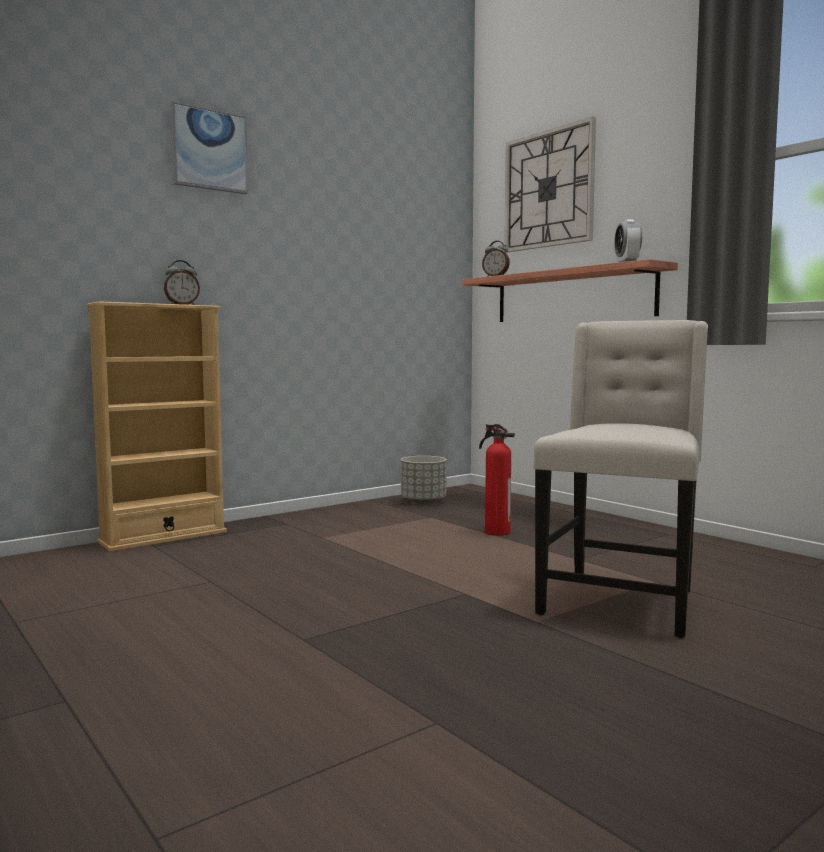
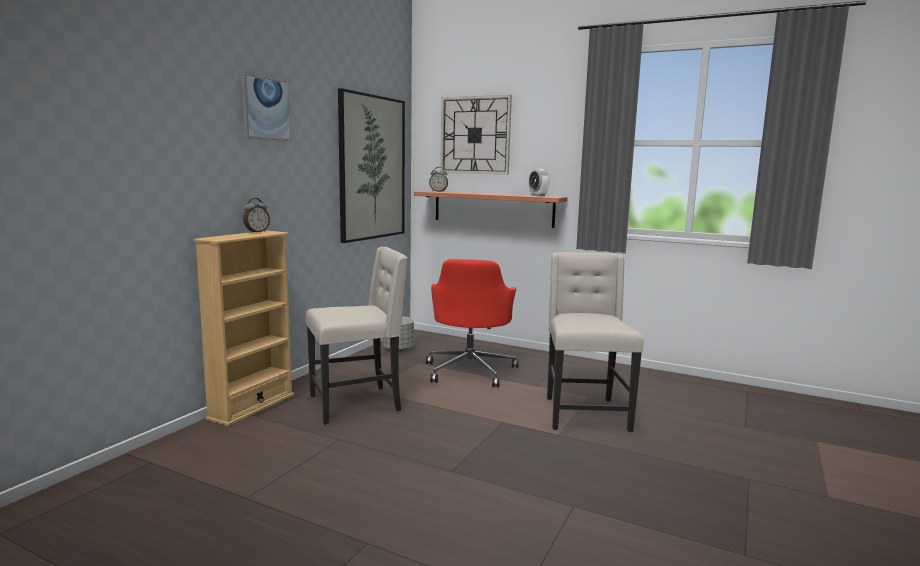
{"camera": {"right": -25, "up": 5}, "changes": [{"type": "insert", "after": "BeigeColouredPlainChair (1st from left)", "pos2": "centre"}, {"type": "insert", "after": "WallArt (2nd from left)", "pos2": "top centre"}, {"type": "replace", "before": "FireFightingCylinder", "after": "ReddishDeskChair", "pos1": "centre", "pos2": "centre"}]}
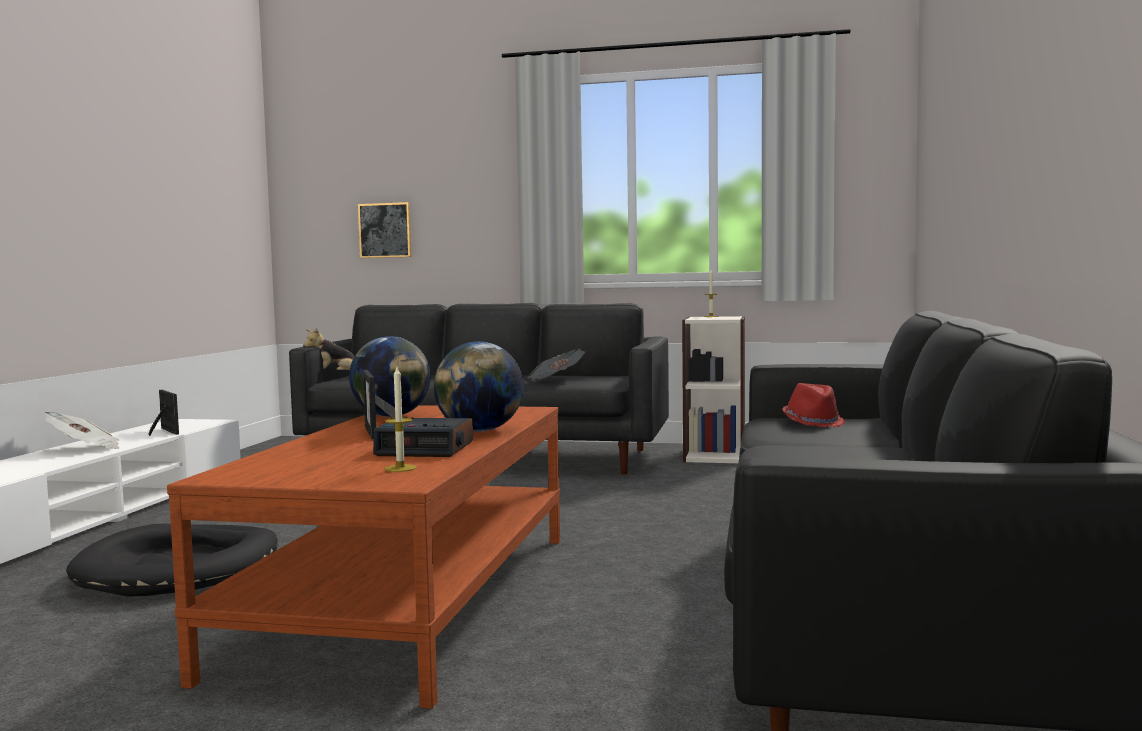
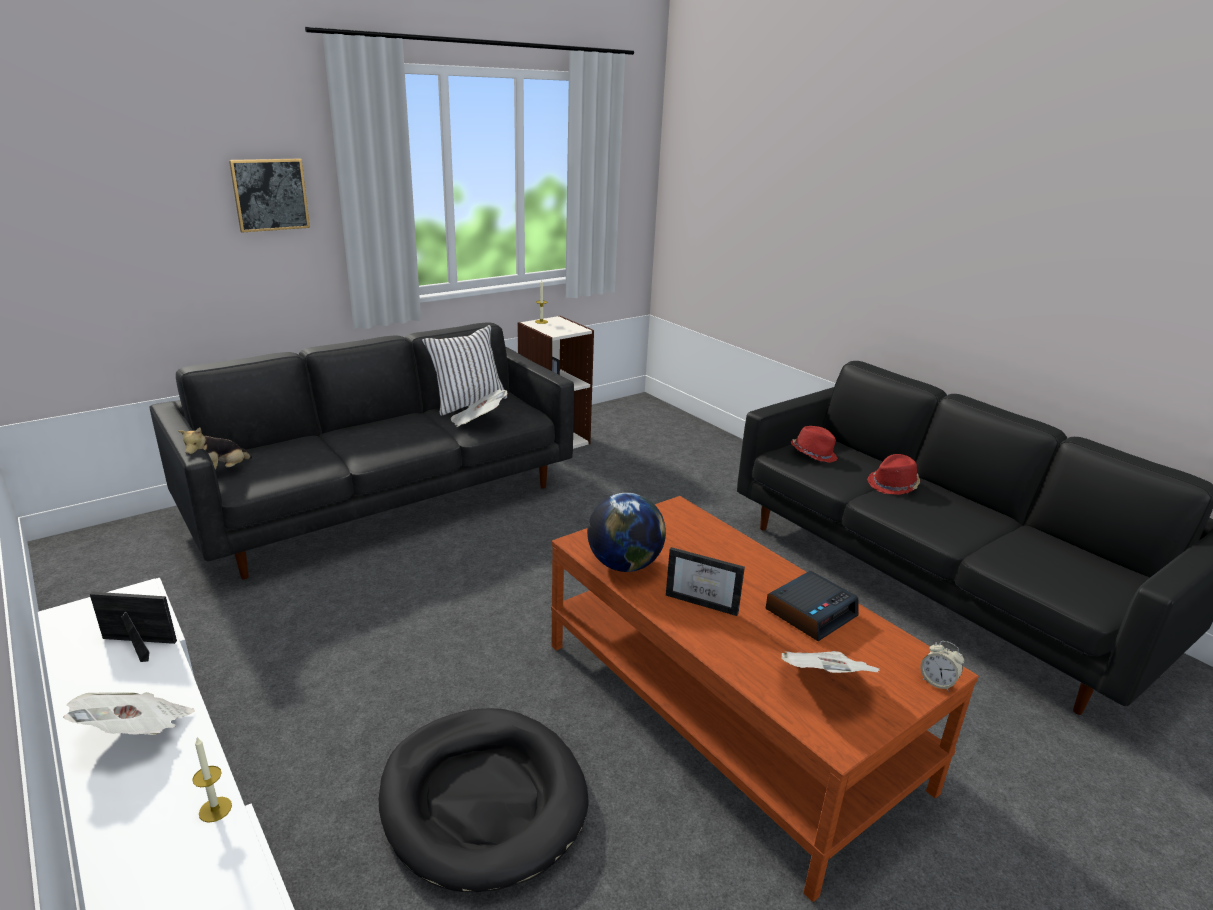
{"camera": {"right": -50, "up": 20}, "changes": [{"type": "move", "before": "WaxCandle (1st from left)", "pos1": "centre", "pos2": "bottom left"}, {"type": "move", "before": "WallArt", "pos1": "top centre", "pos2": "top left"}, {"type": "insert", "after": "WhiteColouredCushion", "pos2": "centre"}, {"type": "insert", "after": "DailyPaper (3rd from left)", "pos2": "bottom right"}, {"type": "insert", "after": "ReddishHat (2nd from left)", "pos2": "middle right"}, {"type": "insert", "after": "TableClock (2nd from left)", "pos2": "bottom right"}, {"type": "delete", "before": "WorldGlobe (2nd from left)", "pos1": "centre"}]}
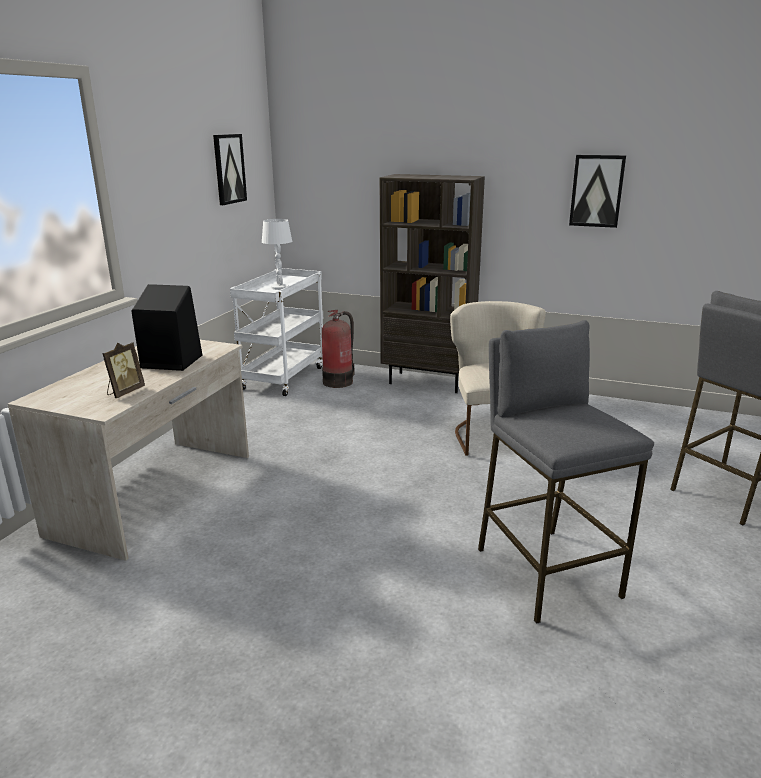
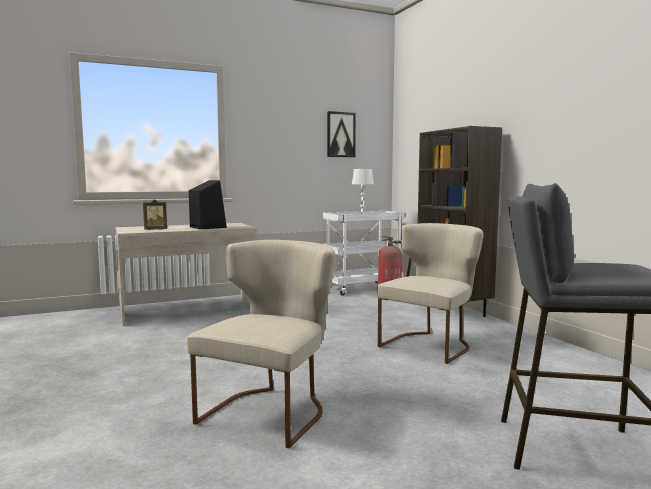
{"camera": {"right": 45, "up": -15}, "changes": [{"type": "replace", "before": "GraySittingStool (1st from left)", "after": "BeigeColouredPlainChair (1st from left)", "pos1": "middle right", "pos2": "bottom centre"}, {"type": "delete", "before": "WallArt (2nd from left)", "pos1": "top right"}]}
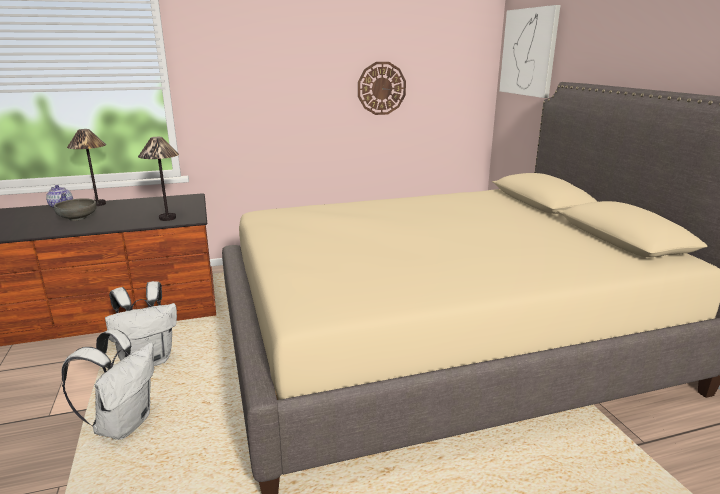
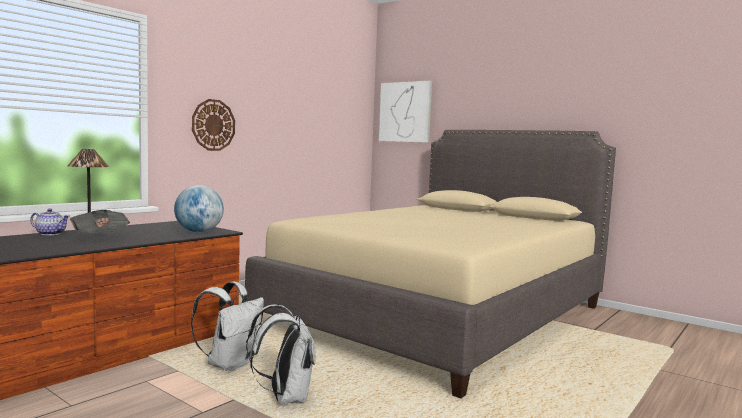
{"camera": {"right": -35, "up": -15}, "changes": [{"type": "replace", "before": "GrayBowl", "after": "DailyPaper", "pos1": "middle left", "pos2": "middle left"}, {"type": "replace", "before": "LampForATable (2nd from left)", "after": "WorldGlobe", "pos1": "middle left", "pos2": "middle left"}, {"type": "move", "before": "ClockOnTheWall", "pos1": "top centre", "pos2": "top left"}]}
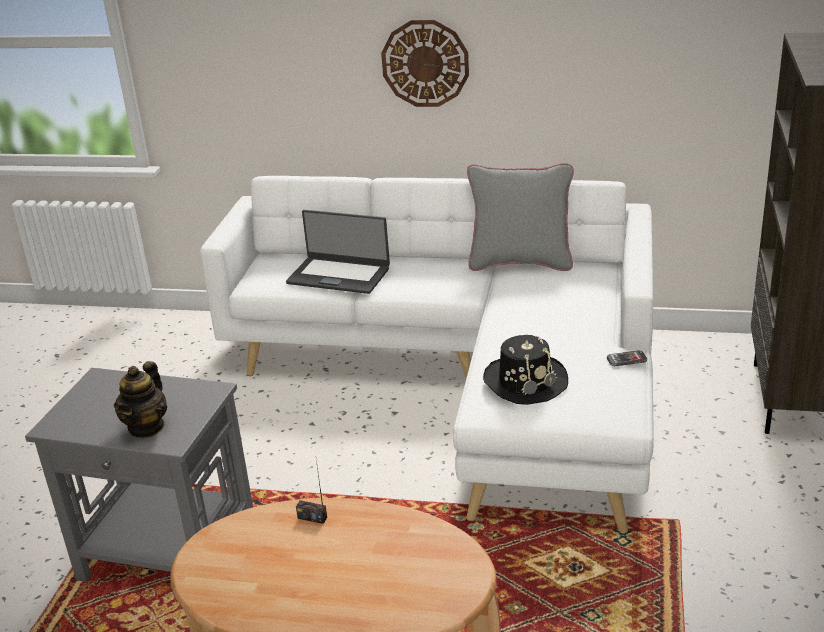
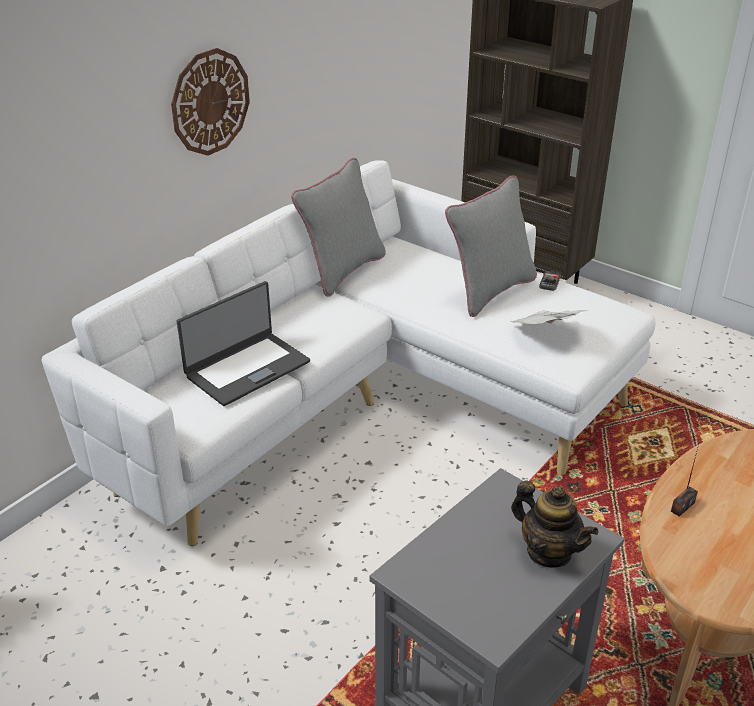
{"camera": {"right": -65, "up": 5}, "changes": [{"type": "insert", "after": "GrayCushion (2nd from left)", "pos2": "centre"}, {"type": "replace", "before": "BlackColouredHat", "after": "DailyPaper", "pos1": "centre", "pos2": "middle right"}]}
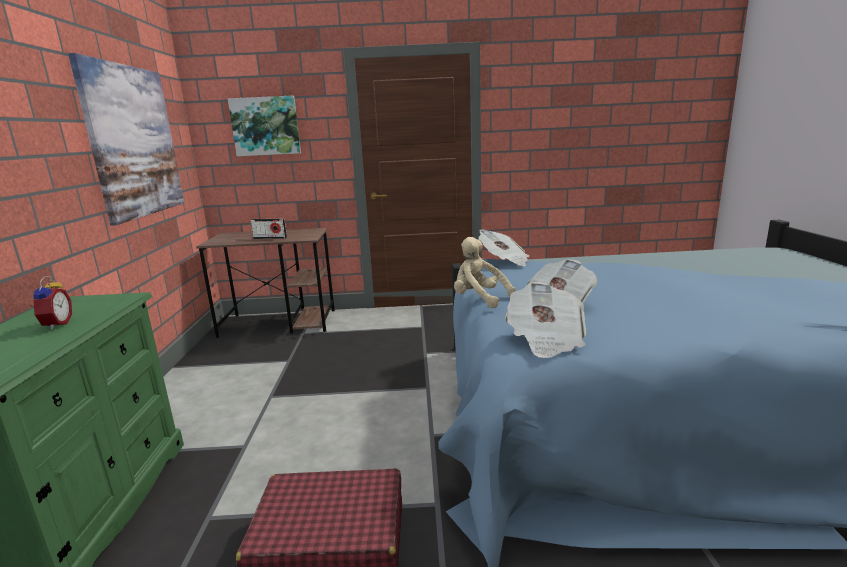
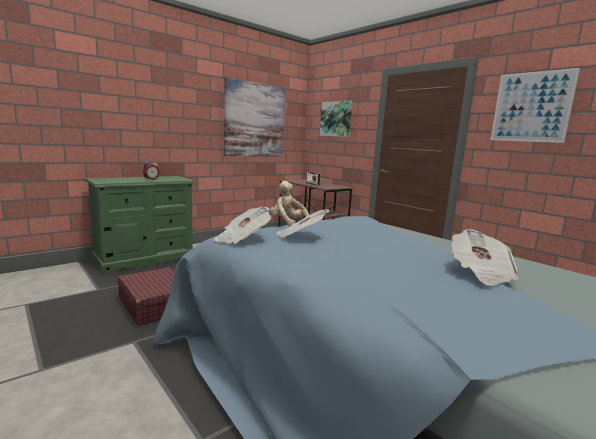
{"camera": {"right": 50, "up": -5}, "changes": [{"type": "rotate", "before": "BeigeColouredPlushToy", "pos1": "centre", "pos2": "centre", "turn": -45}, {"type": "move", "before": "DailyPaper (1st from left in the first image)", "after": "DailyPaper (3rd from left)", "pos1": "centre", "pos2": "middle right"}, {"type": "insert", "after": "WallArt (3rd from left)", "pos2": "top right"}]}
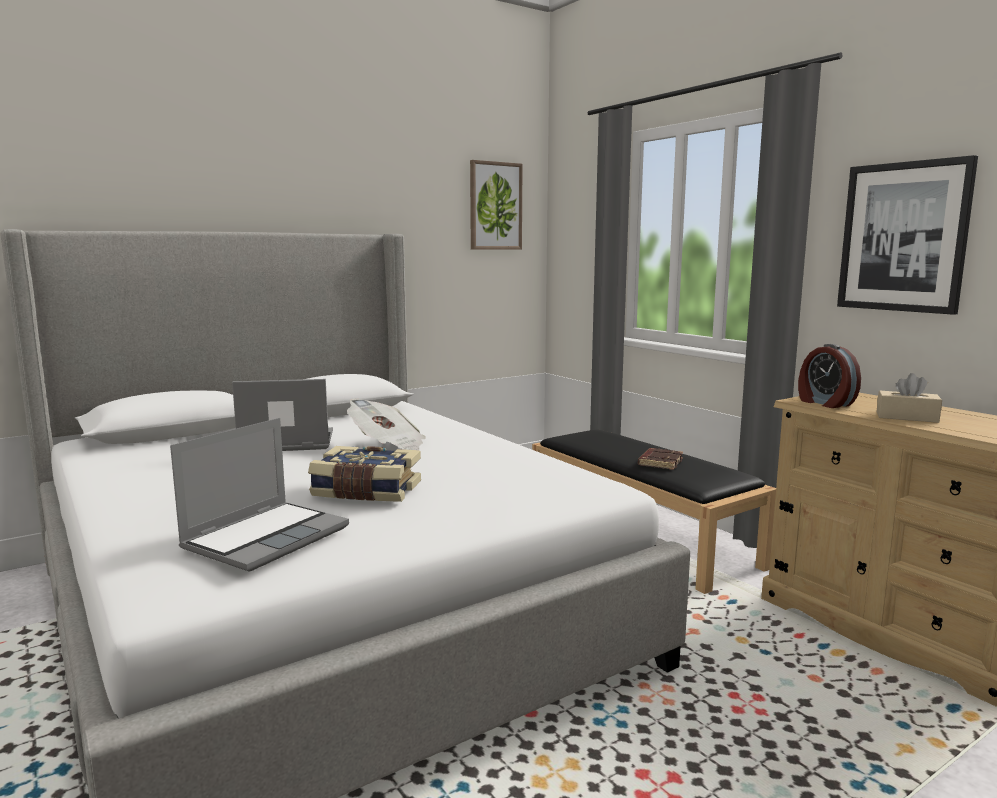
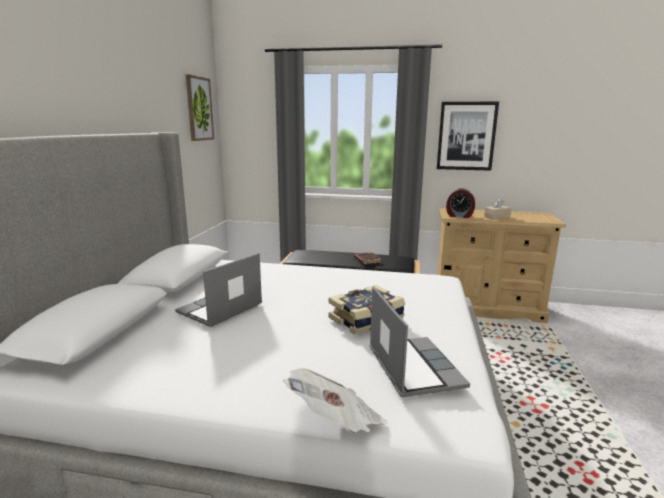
{"camera": {"right": -45, "up": 5}, "changes": [{"type": "move", "before": "DailyPaper", "pos1": "centre", "pos2": "bottom centre"}]}
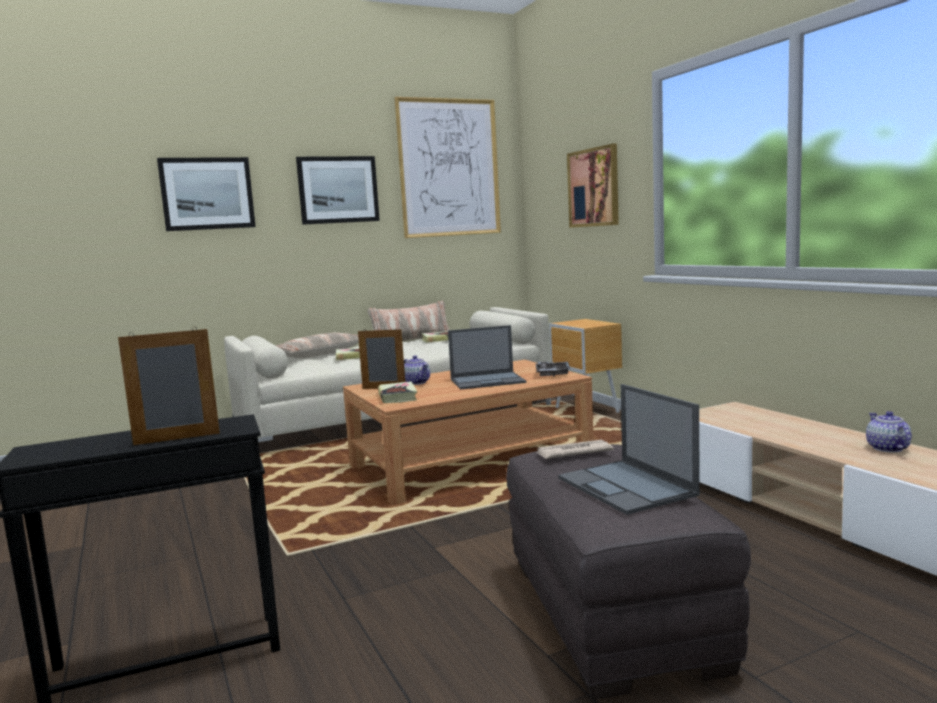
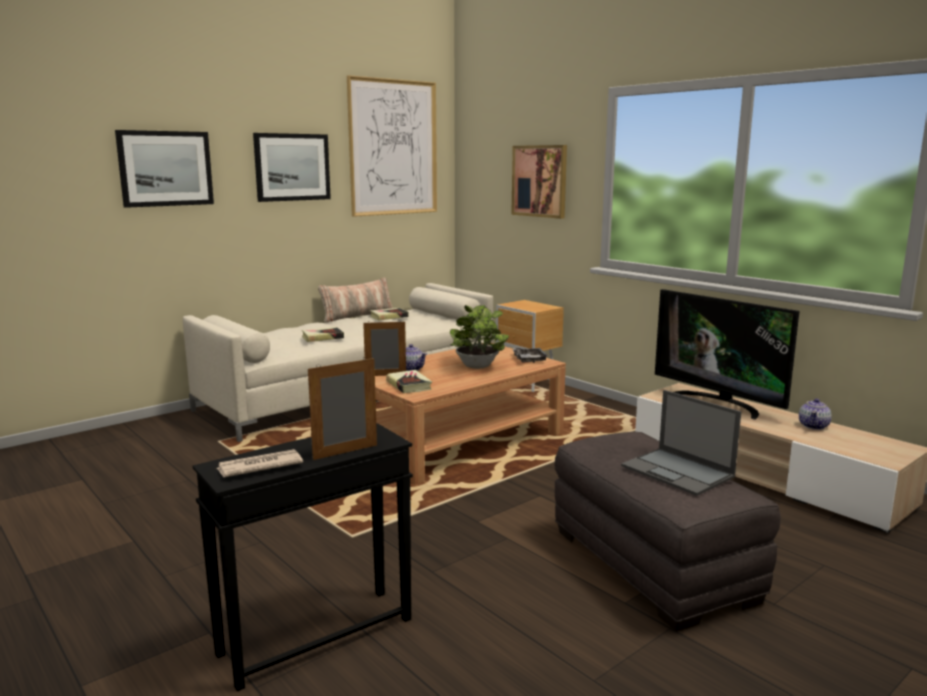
{"camera": {"right": -15, "up": 5}, "changes": [{"type": "move", "before": "DailyPaper", "pos1": "centre", "pos2": "middle left"}, {"type": "replace", "before": "PortableComputer (1st from left)", "after": "Houseplant", "pos1": "centre", "pos2": "centre"}, {"type": "insert", "after": "Television", "pos2": "middle right"}, {"type": "rotate", "before": "Teapot (2nd from left)", "pos1": "middle right", "pos2": "middle right", "turn": -135}, {"type": "delete", "before": "Cushion (1st from left)", "pos1": "centre"}]}
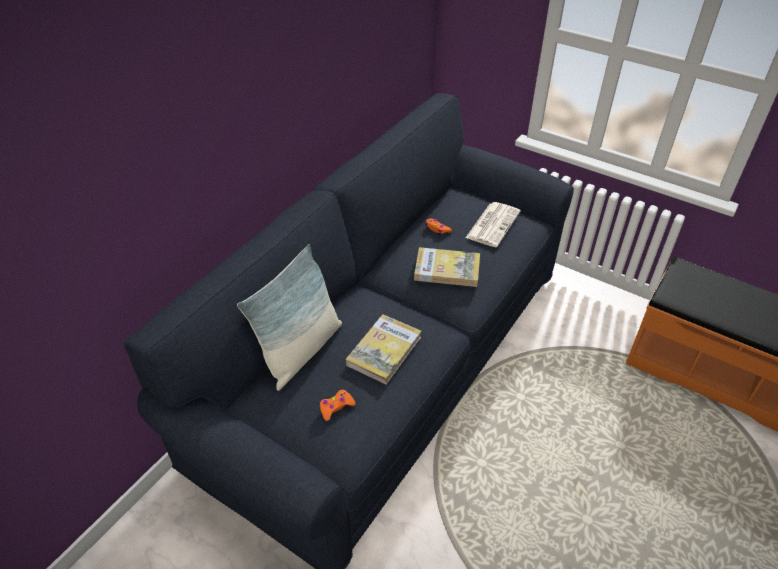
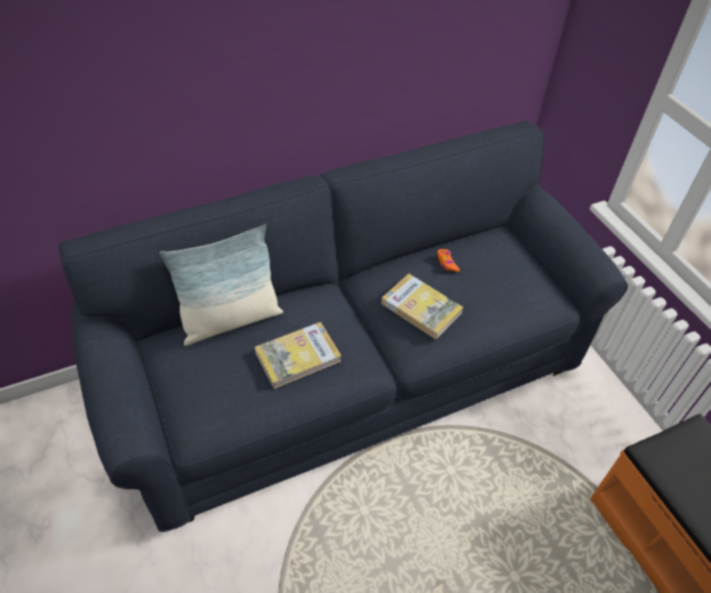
{"camera": {"right": 30, "up": 5}, "changes": [{"type": "delete", "before": "OrangeGamepad (1st from left)", "pos1": "bottom centre"}, {"type": "delete", "before": "DailyPaper", "pos1": "centre"}]}
